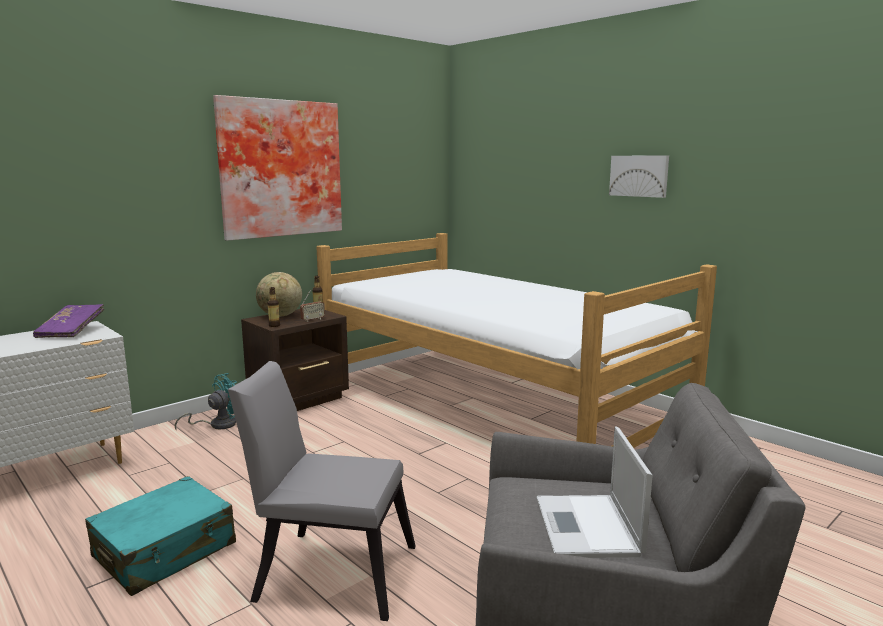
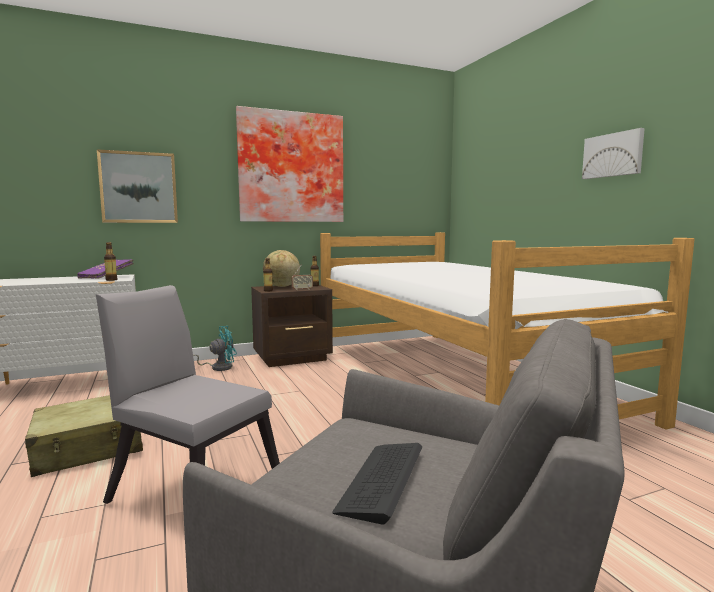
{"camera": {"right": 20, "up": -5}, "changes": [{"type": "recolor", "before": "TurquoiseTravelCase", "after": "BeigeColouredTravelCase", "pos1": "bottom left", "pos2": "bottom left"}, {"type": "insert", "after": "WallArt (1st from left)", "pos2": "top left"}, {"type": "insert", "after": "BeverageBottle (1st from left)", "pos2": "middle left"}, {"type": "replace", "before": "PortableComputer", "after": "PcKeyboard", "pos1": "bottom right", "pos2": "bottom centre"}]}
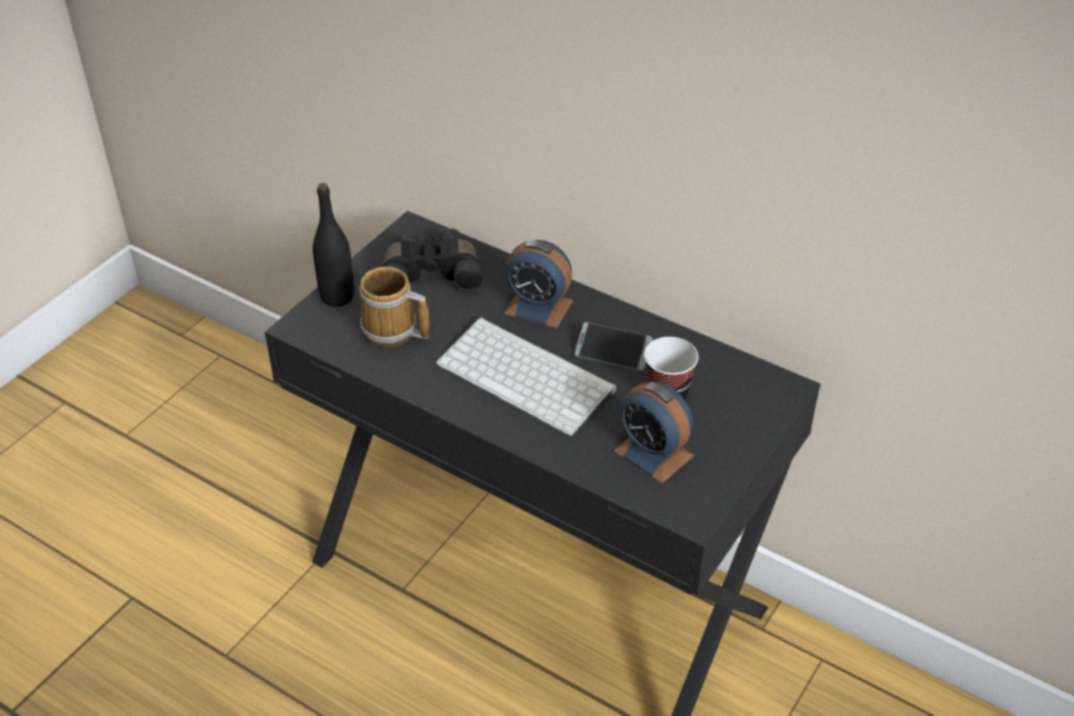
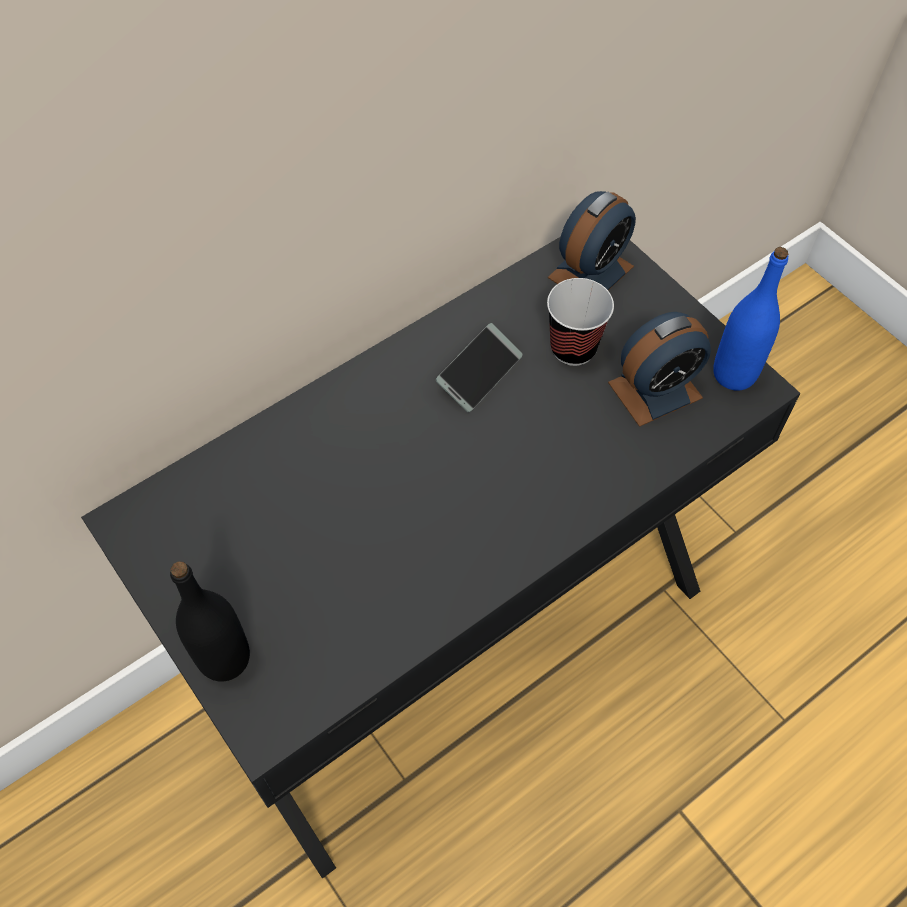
{"camera": {"right": -70, "up": 15}, "changes": [{"type": "move", "before": "TableClock (1st from left)", "pos1": "centre", "pos2": "top centre"}, {"type": "insert", "after": "BlueColouredBeverageBottle", "pos2": "middle right"}, {"type": "delete", "before": "TeaMug", "pos1": "centre"}, {"type": "delete", "before": "BlackColouredBinoculars", "pos1": "centre"}, {"type": "delete", "before": "PcKeyboard", "pos1": "centre"}]}
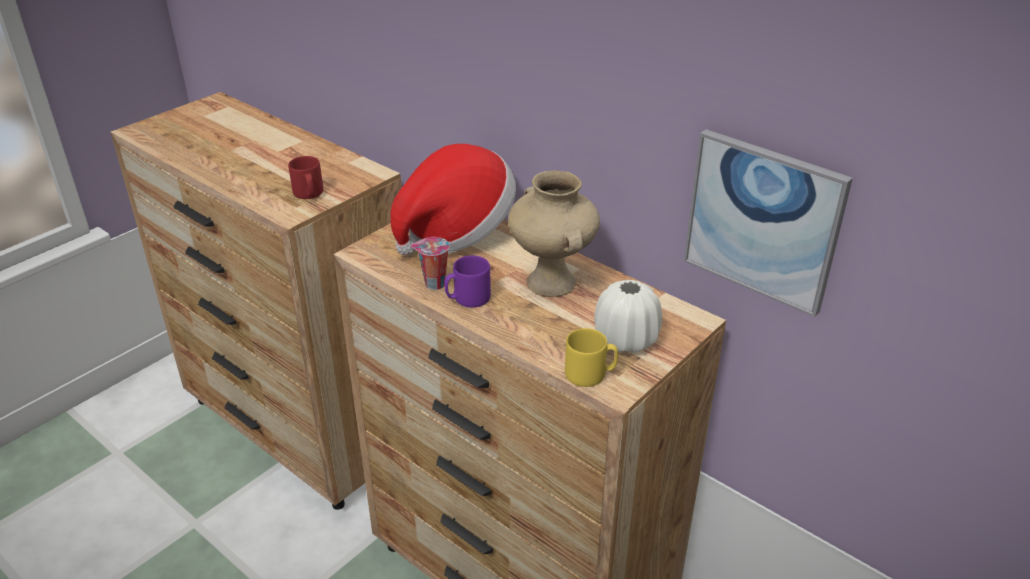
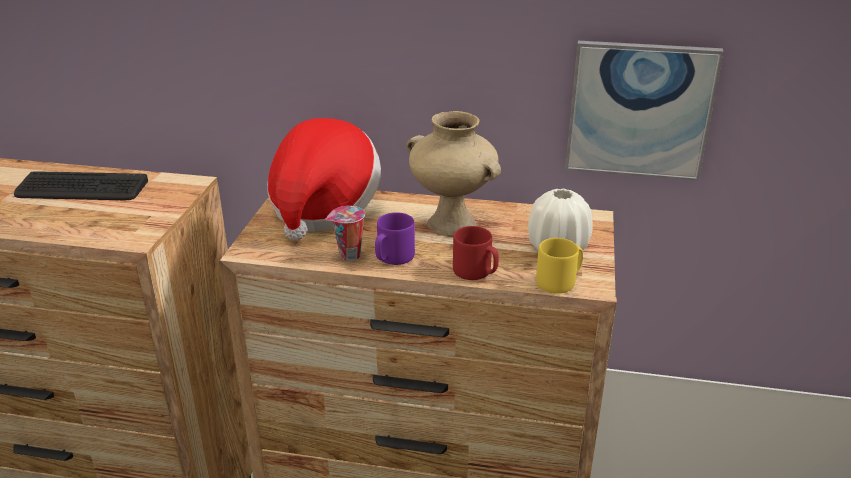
{"camera": {"right": -30, "up": -5}, "changes": [{"type": "insert", "after": "PcKeyboard", "pos2": "middle left"}, {"type": "move", "before": "ReddishTeaMug", "pos1": "top left", "pos2": "centre"}]}
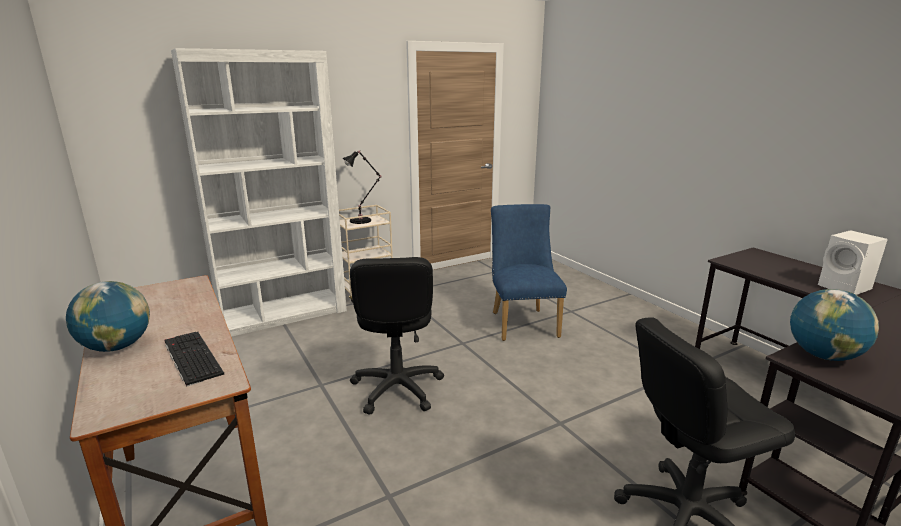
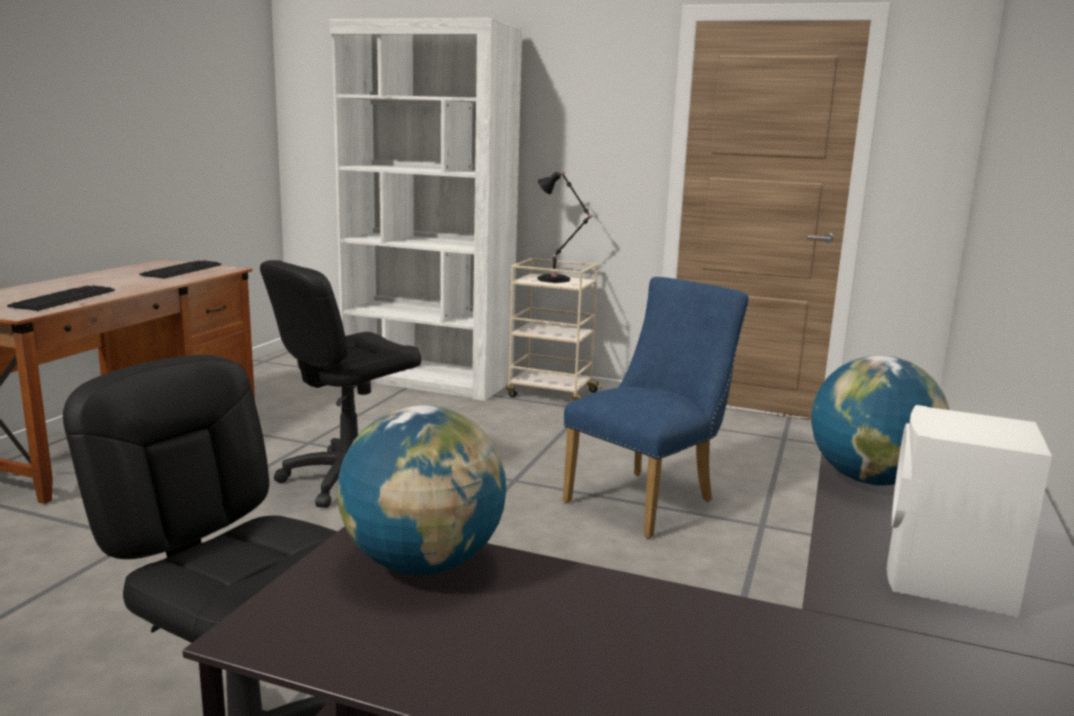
{"camera": {"right": 50, "up": -5}, "changes": [{"type": "insert", "after": "PcKeyboard (2nd from left)", "pos2": "middle left"}, {"type": "move", "before": "WorldGlobe (1st from left in the first image)", "after": "WorldGlobe (2nd from left)", "pos1": "middle left", "pos2": "middle right"}]}
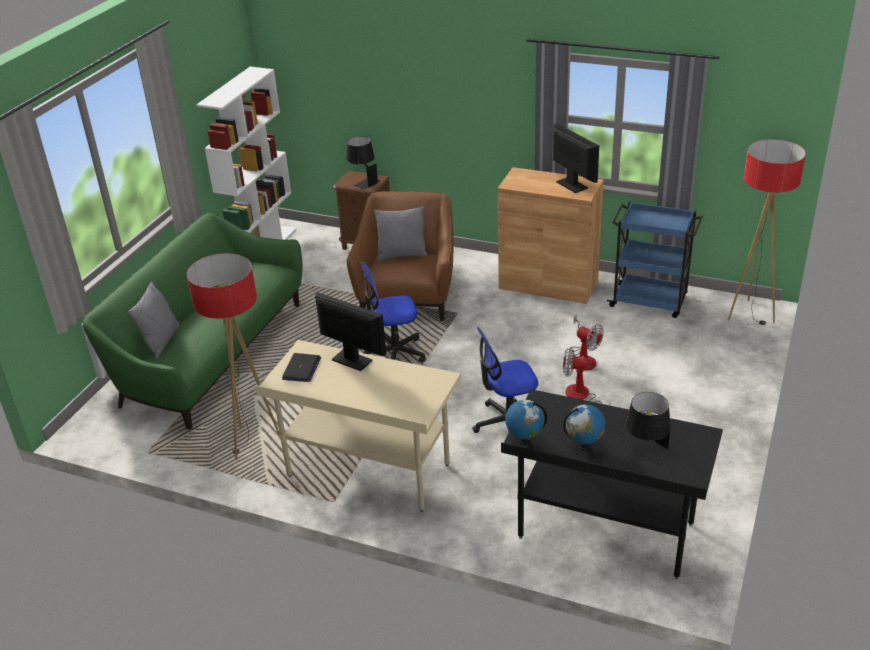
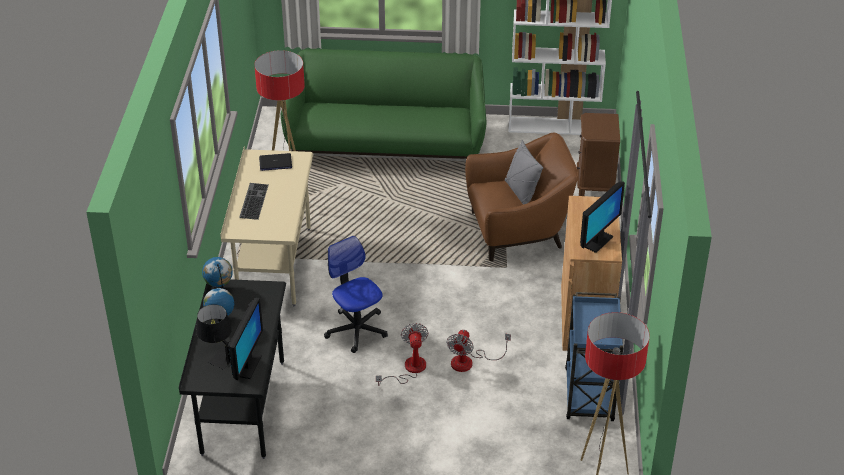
{"camera": {"right": 70, "up": 5}, "changes": [{"type": "move", "before": "ComputerScreen (1st from left)", "pos1": "centre", "pos2": "bottom left"}, {"type": "insert", "after": "PcKeyboard", "pos2": "middle left"}, {"type": "delete", "before": "GrayCushion (1st from left)", "pos1": "middle left"}, {"type": "delete", "before": "BlackColouredLampForATable (1st from left)", "pos1": "top centre"}, {"type": "delete", "before": "DeskChair (1st from left)", "pos1": "centre"}]}
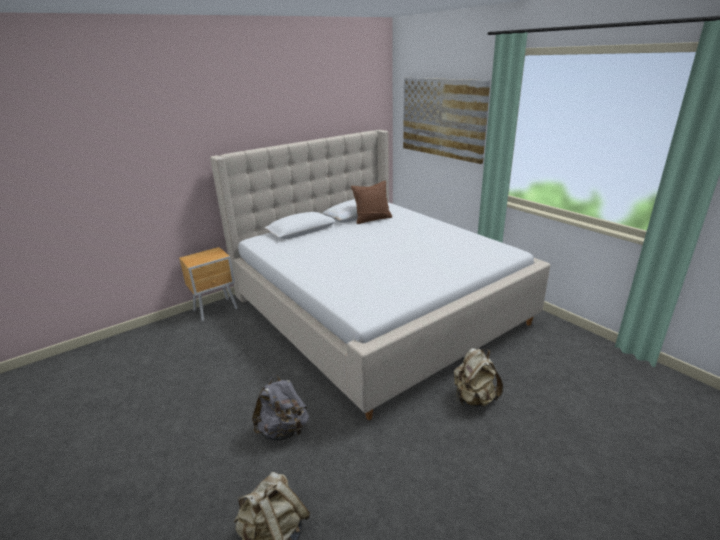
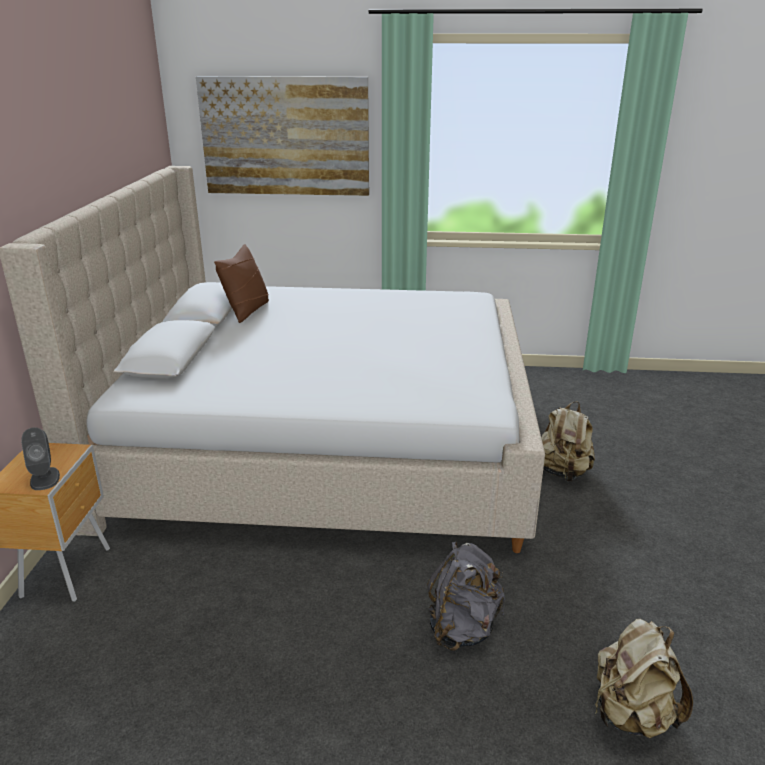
{"camera": {"right": -50, "up": 0}, "changes": [{"type": "insert", "after": "GrayAudioSpeaker", "pos2": "middle left"}]}
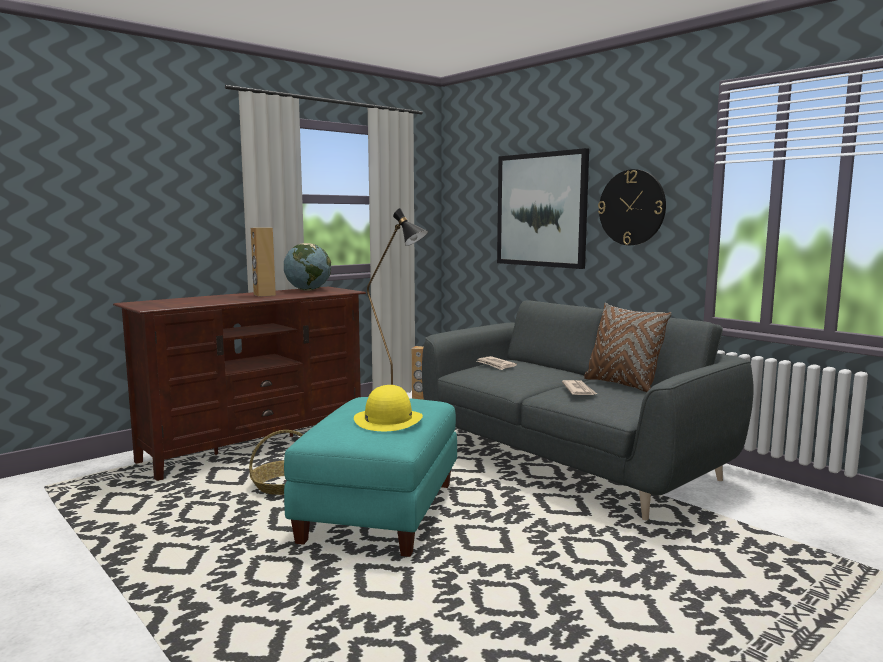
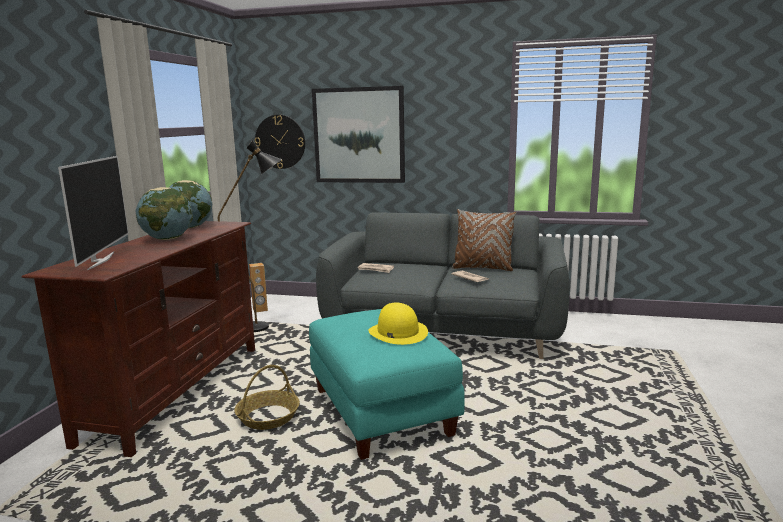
{"camera": {"right": -35, "up": 5}, "changes": [{"type": "insert", "after": "Television", "pos2": "middle left"}, {"type": "replace", "before": "BrownColouredAudioSpeaker (1st from left)", "after": "WorldGlobe (1st from left)", "pos1": "middle left", "pos2": "middle left"}, {"type": "move", "before": "ClockOnTheWall", "pos1": "top right", "pos2": "top centre"}]}
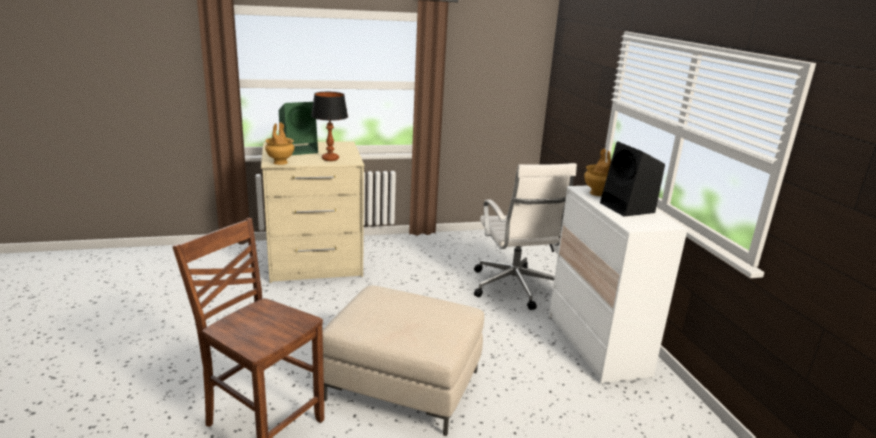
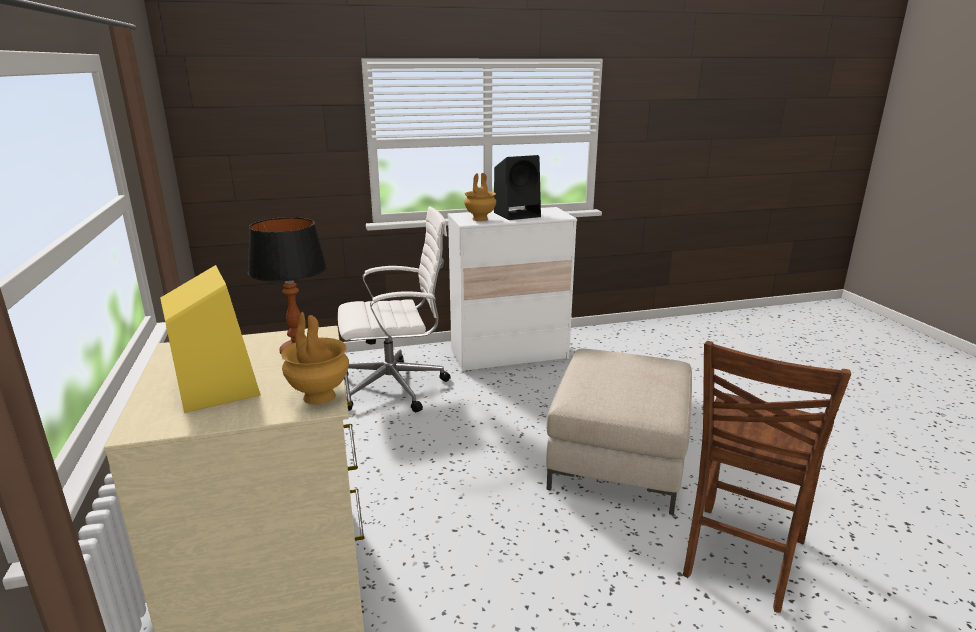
{"camera": {"right": -90, "up": 0}, "changes": [{"type": "recolor", "before": "GreenColouredAudioSpeaker", "after": "YellowColouredAudioSpeaker", "pos1": "top centre", "pos2": "middle left"}]}
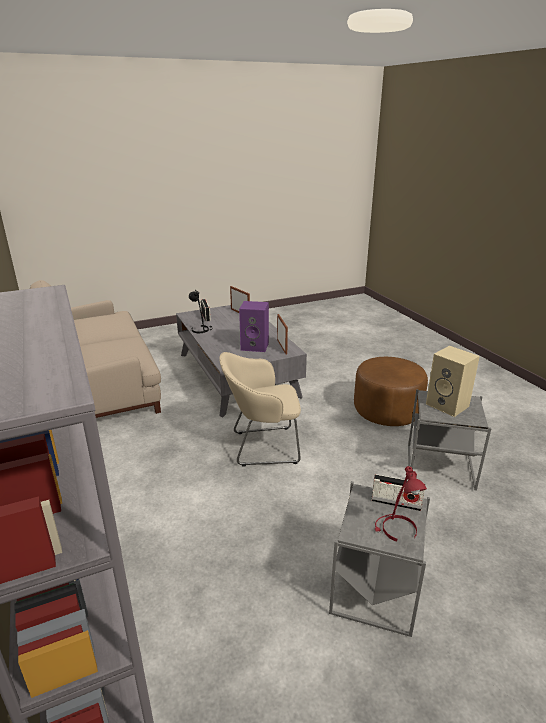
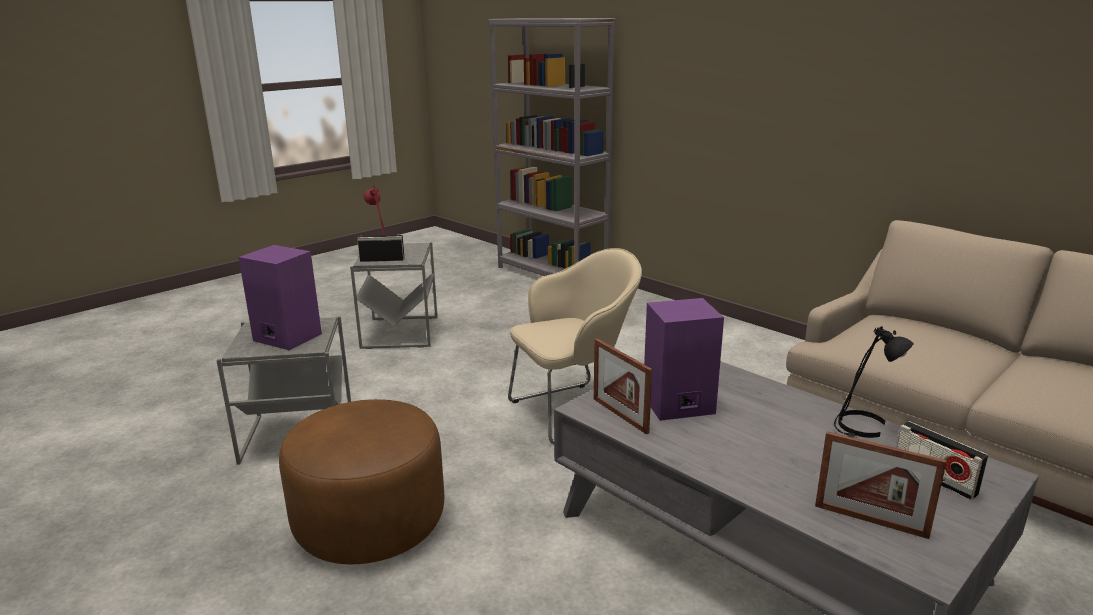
{"camera": {"right": 160, "up": -5}, "changes": [{"type": "recolor", "before": "BeigeColouredAudioSpeaker", "after": "PurplishAudioSpeaker (1st from left)", "pos1": "middle right", "pos2": "middle left"}]}
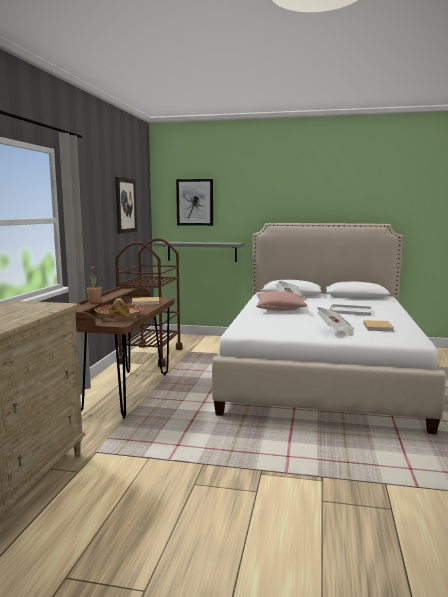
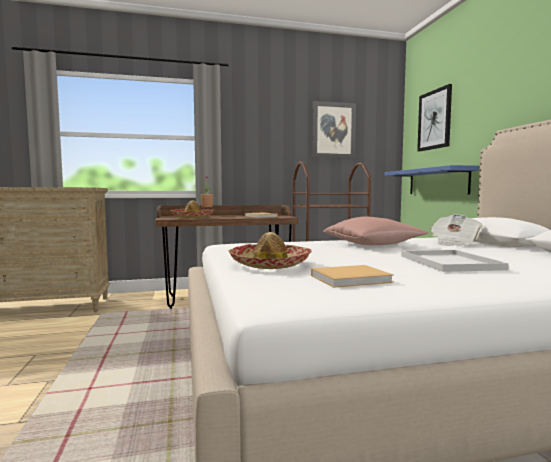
{"camera": {"right": 65, "up": -5}, "changes": [{"type": "replace", "before": "DailyPaper (2nd from left)", "after": "Hat (2nd from left)", "pos1": "middle right", "pos2": "centre"}, {"type": "recolor", "before": "GrayWallShelf", "after": "BlueColouredWallShelf", "pos1": "centre", "pos2": "middle right"}]}
